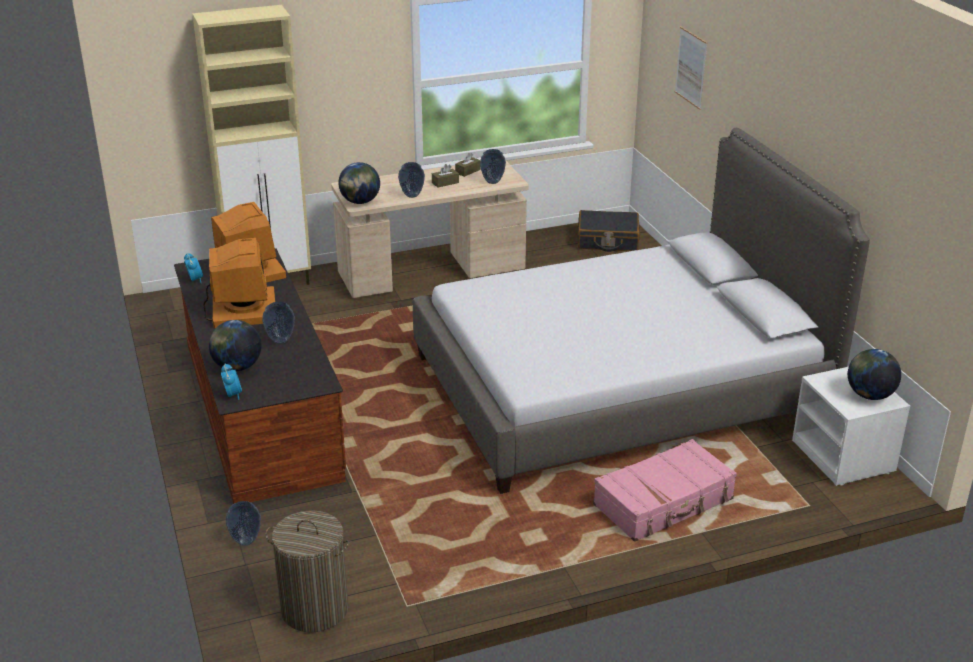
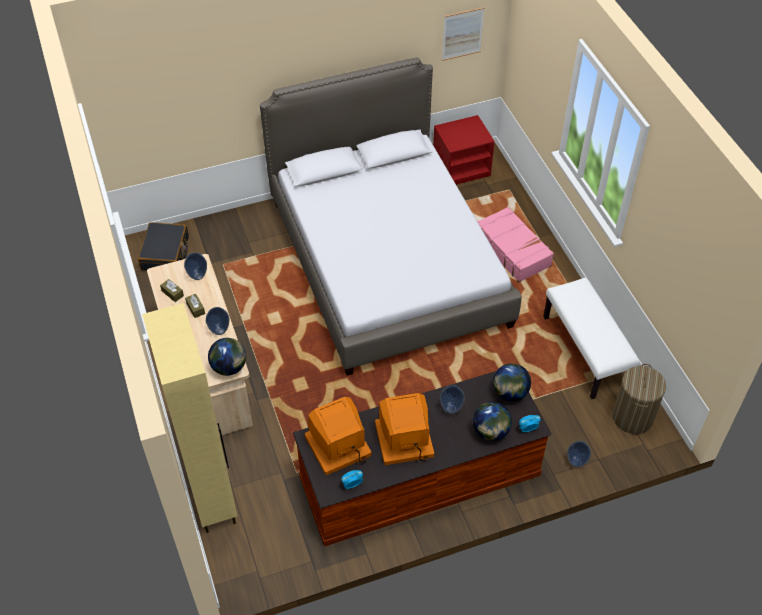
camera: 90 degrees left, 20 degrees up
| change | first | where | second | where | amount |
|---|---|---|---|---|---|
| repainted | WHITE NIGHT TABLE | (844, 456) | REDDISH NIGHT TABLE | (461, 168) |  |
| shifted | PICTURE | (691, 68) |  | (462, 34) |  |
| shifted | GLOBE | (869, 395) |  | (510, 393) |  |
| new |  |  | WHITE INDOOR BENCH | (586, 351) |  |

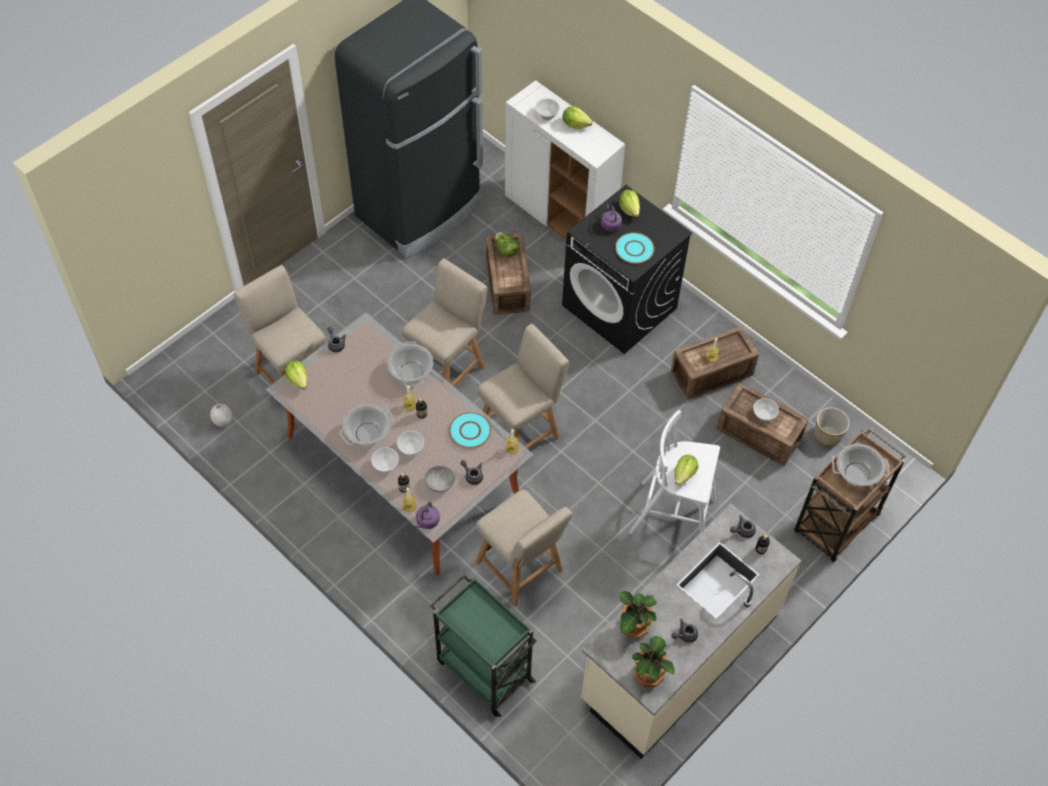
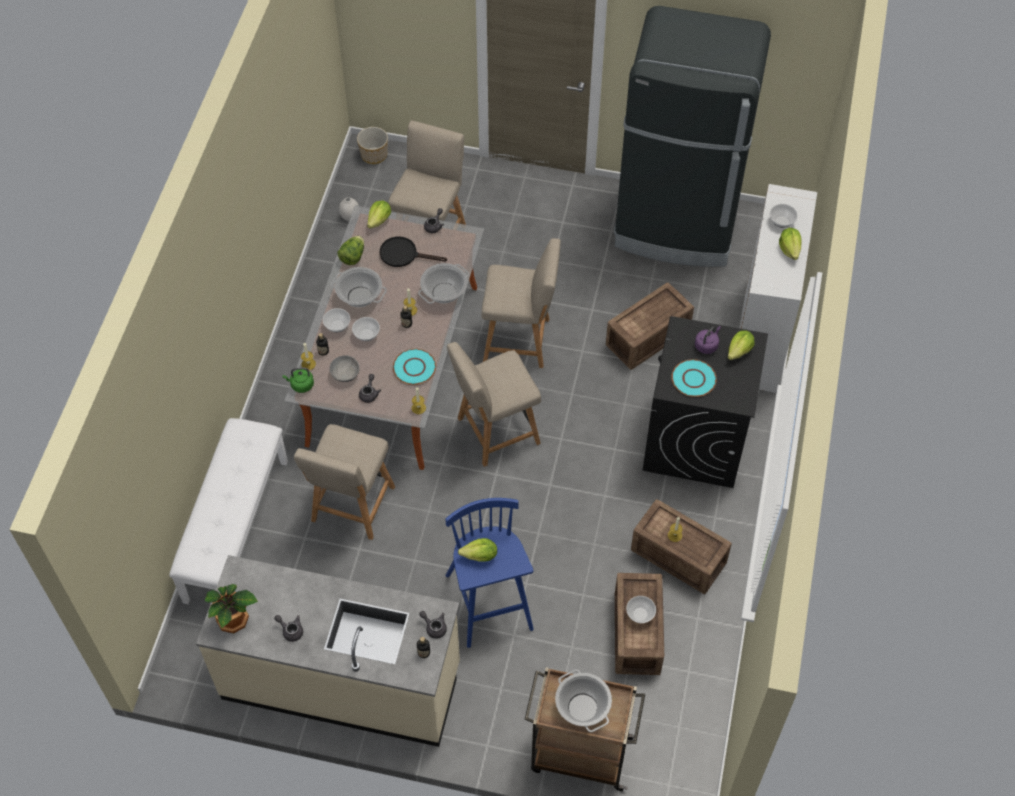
camera: 60 degrees right, 0 degrees up
| change | first | where | second | where | amount |
|---|---|---|---|---|---|
| swapped | GREEN-COLOURED WHEELED CART | (483, 669) | WHITE INDOOR BENCH | (235, 529) |  |
| repainted | PURPLISH KETTLE | (427, 521) | GREEN-COLOURED KETTLE | (301, 385) |  |
| shifted | LETTUCE | (505, 250) |  | (353, 256) |  |
| shifted | PLANT POT | (828, 434) |  | (374, 155) |  |
| new |  |  | BLACKISH FRYING PAN | (404, 254) |  |
| repainted | WHITE STOOL | (674, 517) | BLUE STOOL | (489, 604) |  |
| rotated | BEIGE CHAIR | (521, 431) |  | (494, 432) | 135 degrees clockwise |
| gone | POTTED PLANT | (633, 626) |  |  |  |

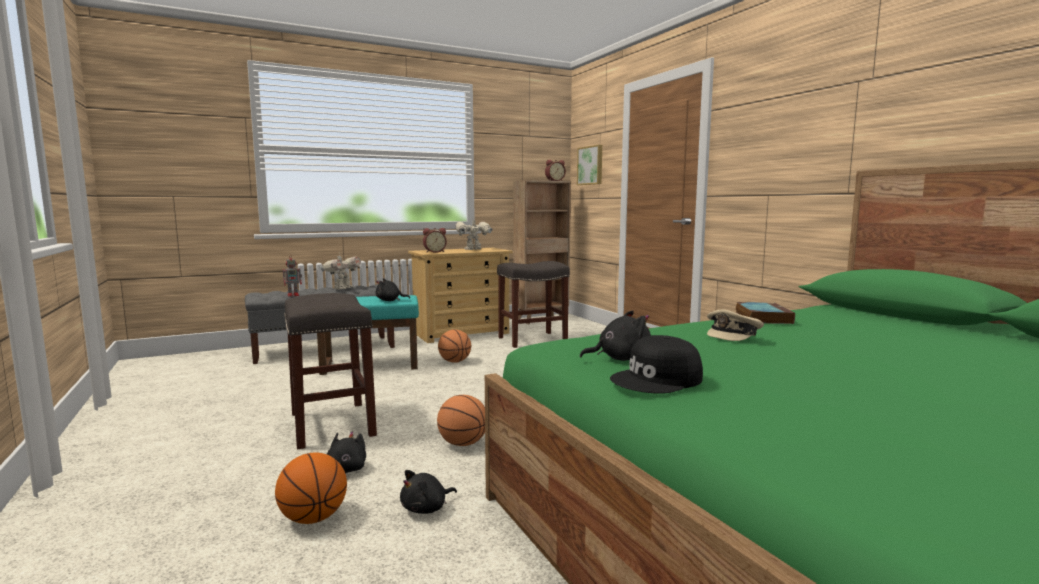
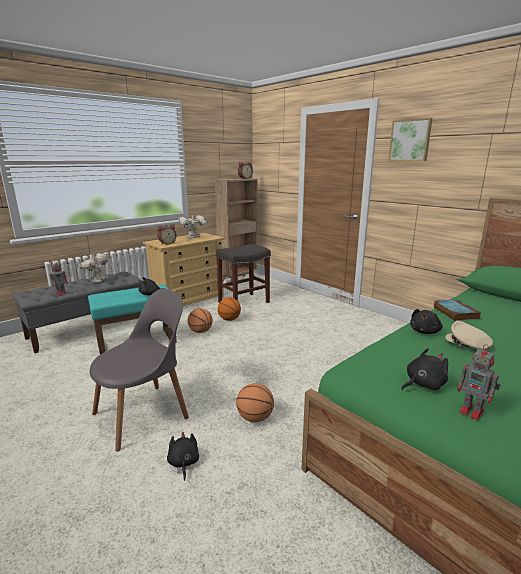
camera: 15 degrees left, 10 degrees up
| change | first | where | second | where | amount |
|---|---|---|---|---|---|
| swapped | GREY STOOL | (333, 425) | GREY CHAIR | (144, 413) |  |
| shifted | BALL FOR BASKETBALL | (313, 518) |  | (229, 319) |  |
| shifted | PICTURE | (591, 165) |  | (410, 140) |  |
| shifted | BLACKISH SOFT TOY | (426, 508) |  | (425, 331) |  |
| rotated | BEIGE CAP | (733, 334) |  | (467, 343) | 120 degrees clockwise |
| swapped | BLACKISH CAP | (657, 379) | ROBOT FIGURE | (473, 412) |  |

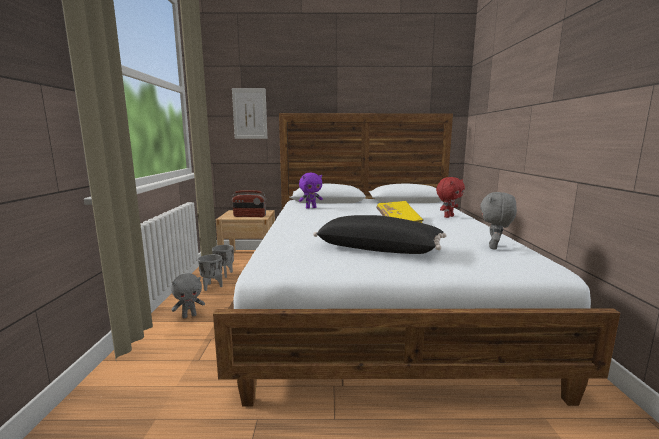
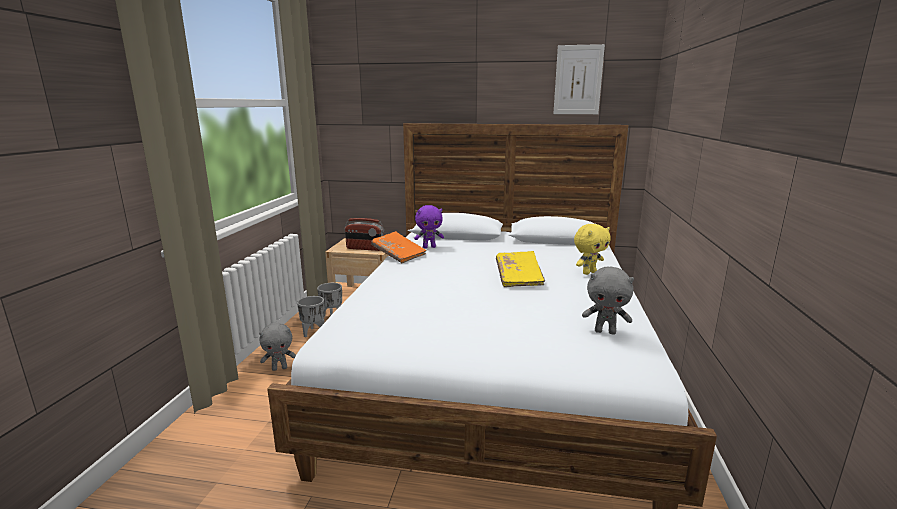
camera: 10 degrees right, 5 degrees up
| change | first | where | second | where | amount |
|---|---|---|---|---|---|
| new |  |  | ORANGE-COLOURED BOOK | (398, 255) |  |
| shifted | PICTURE | (250, 114) |  | (578, 80) |  |
| repainted | REDDISH SOFT TOY | (448, 216) | YELLOWISH SOFT TOY | (589, 272) |  |
| rotated | GREY SOFT TOY | (494, 247) |  | (605, 331) | 105 degrees counterclockwise |
| gone | BLACKISH PILLOW | (379, 249) |  |  |  |

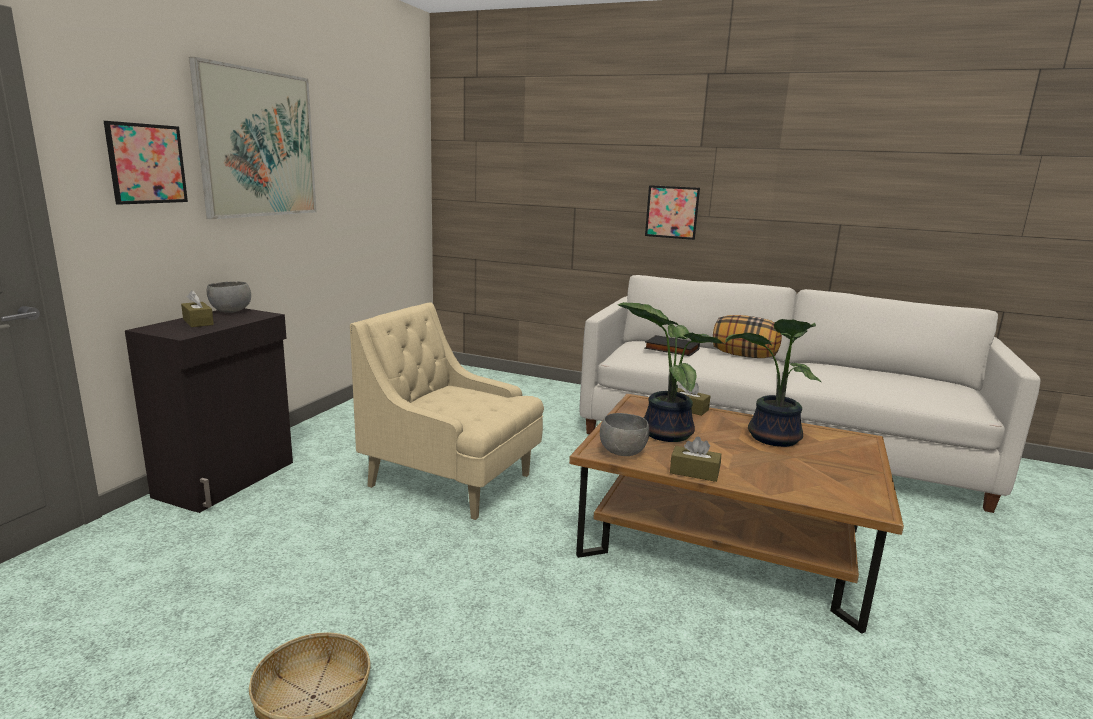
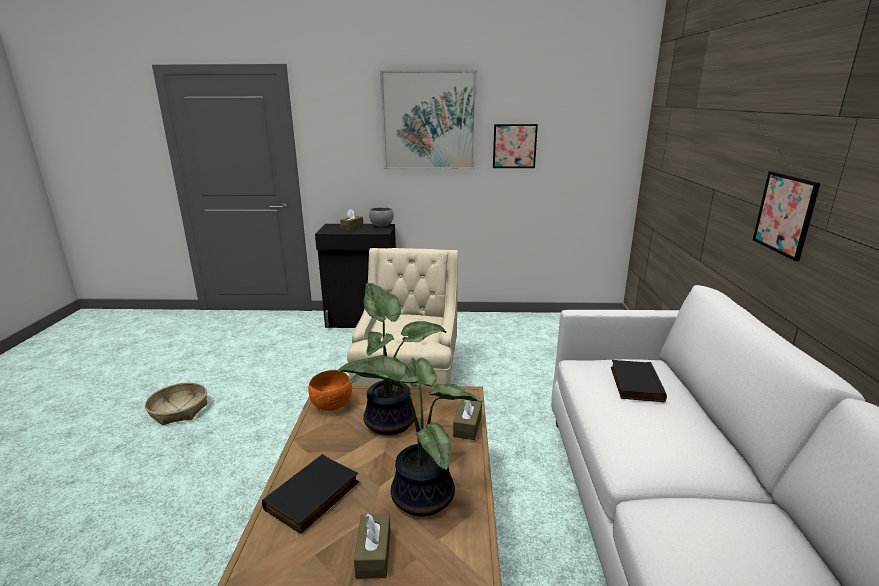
camera: 70 degrees right, 5 degrees up
| change | first | where | second | where | amount |
|---|---|---|---|---|---|
| new |  |  | BLACKISH BOOK | (313, 497) |  |
| repainted | GREY DEEP DISH | (623, 452) | ORANGE-COLOURED DEEP DISH | (333, 406) |  |
| shifted | BROWN TISSUE BOX | (694, 472) |  | (373, 554) |  |
| shifted | PICTURE | (147, 164) |  | (514, 146) |  |
| gone | PILLOW | (744, 356) |  |  |  |

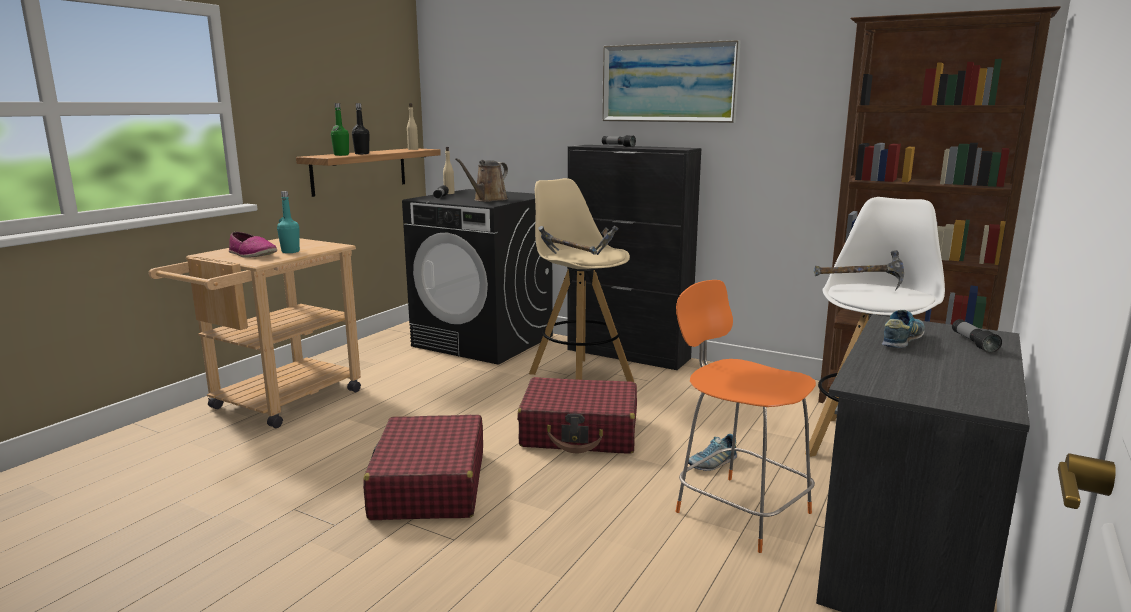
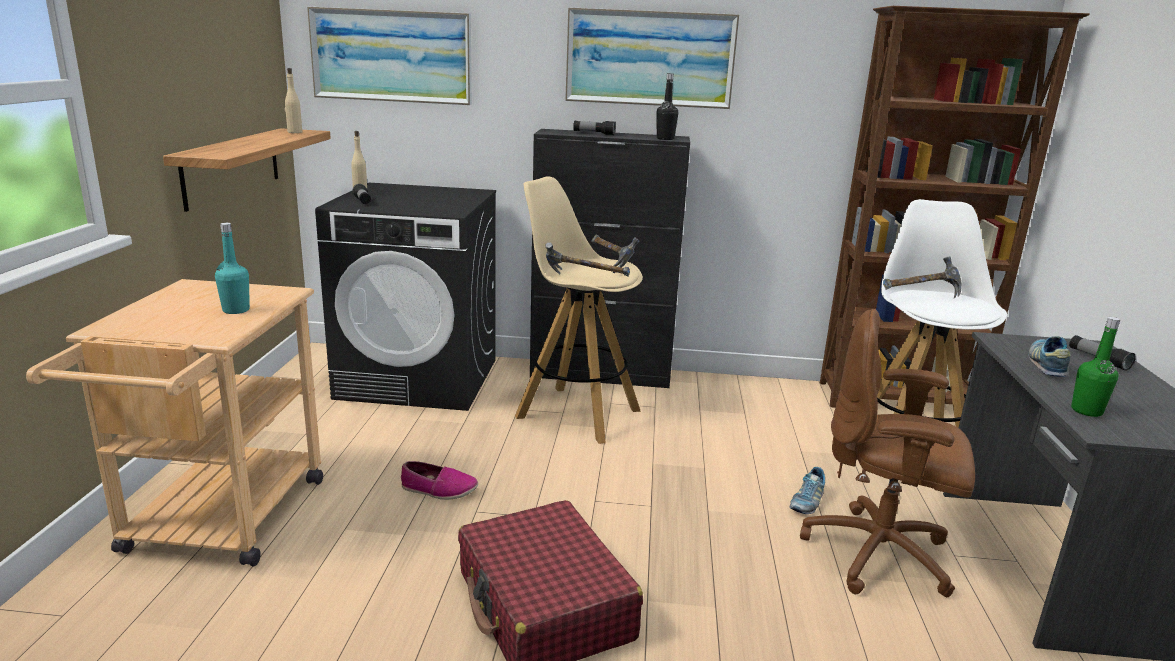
camera: 25 degrees left, 5 degrees up
| change | first | where | second | where | amount |
|---|---|---|---|---|---|
| new |  |  | PICTURE | (391, 56) |  |
| shifted | SHOE | (252, 254) |  | (439, 489) |  |
| shifted | BLACKISH BEVERAGE BOTTLE | (362, 154) |  | (665, 139) |  |
| swapped | ORANGE-COLOURED STOOL | (739, 510) | BROWN COMPUTER CHAIR | (880, 555) |  |
| shifted | GREEN-COLOURED BEVERAGE BOTTLE | (341, 155) |  | (1086, 411) |  |
| gone | BROWN SPRINKLING CAN | (488, 200) |  |  |  |
| gone | REDDISH SUITCASE | (580, 432) |  |  |  |

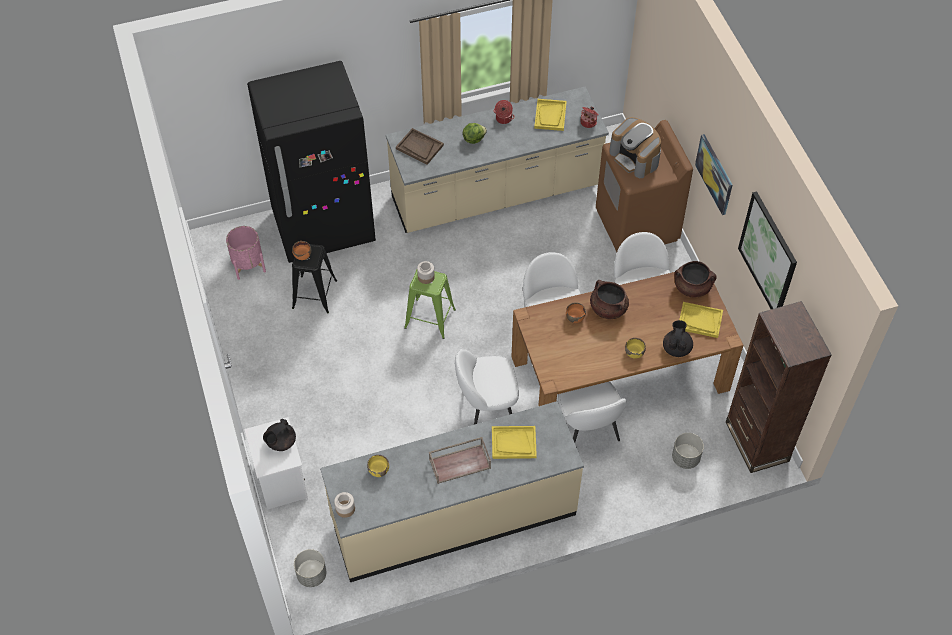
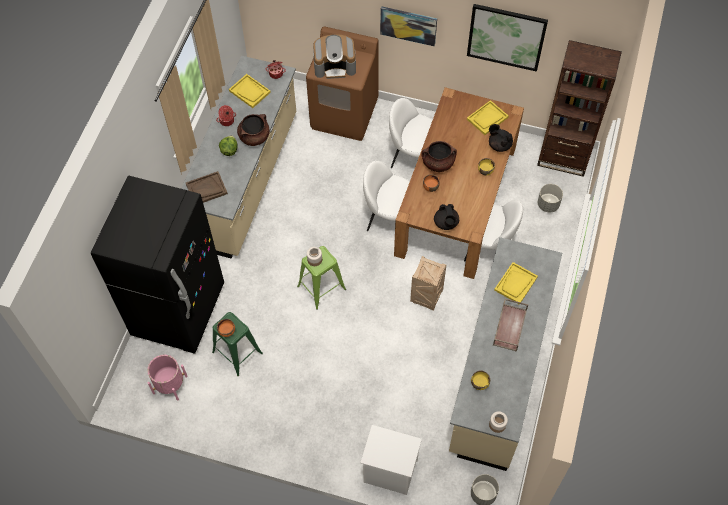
camera: 55 degrees left, 5 degrees up
| change | first | where | second | where | amount |
|---|---|---|---|---|---|
| repainted | BLACKISH STOOL | (314, 294) | GREEN-COLOURED STOOL | (237, 353) |  |
| shifted | BROWN STOCKPOT | (692, 287) |  | (254, 137) |  |
| swapped | WHITE CHAIR | (486, 409) | SHIPPING CRATE | (425, 297) |  |
| shifted | BLACKISH POT FOR TEA | (280, 442) |  | (446, 223) |  |

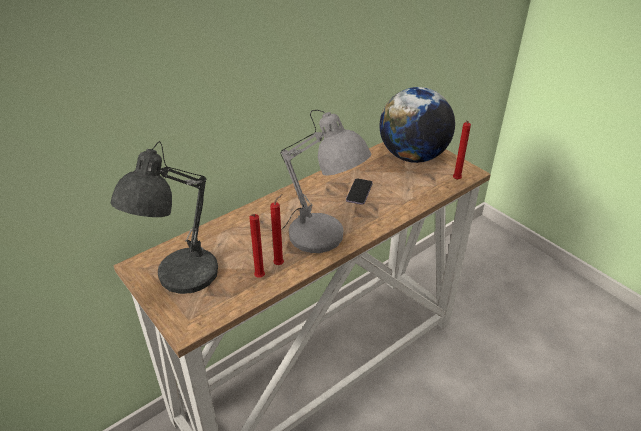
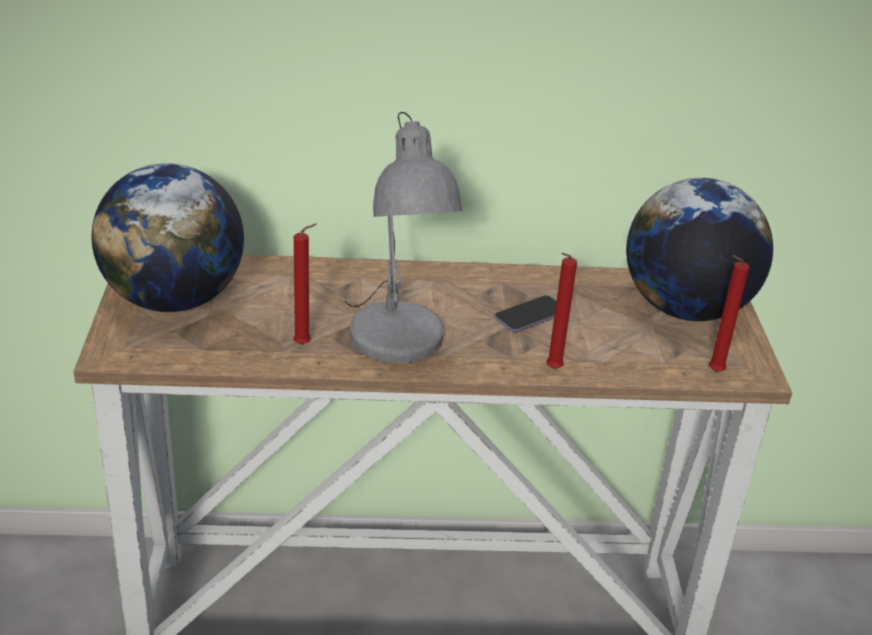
camera: 35 degrees right, 5 degrees down
| change | first | where | second | where | amount |
|---|---|---|---|---|---|
| swapped | GREY TABLETOP LAMP | (182, 277) | GLOBE | (174, 299) |  |
| shifted | REDDISH CANDLE | (259, 278) |  | (552, 369) |  |

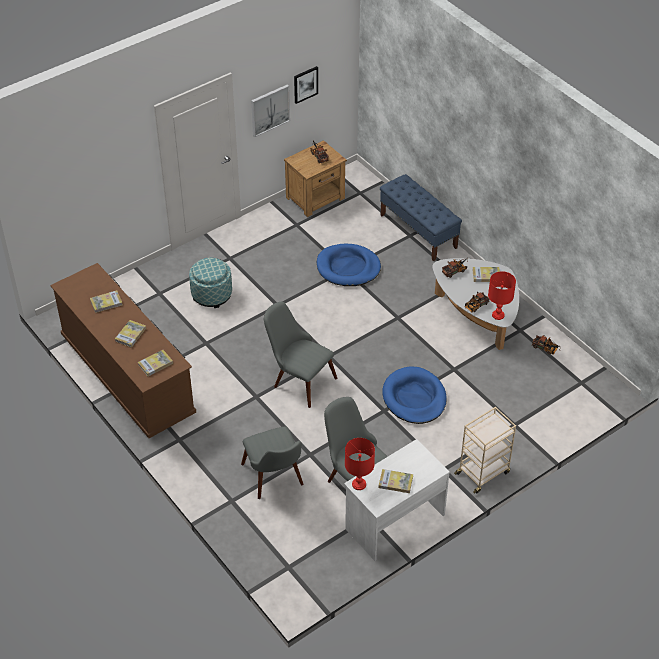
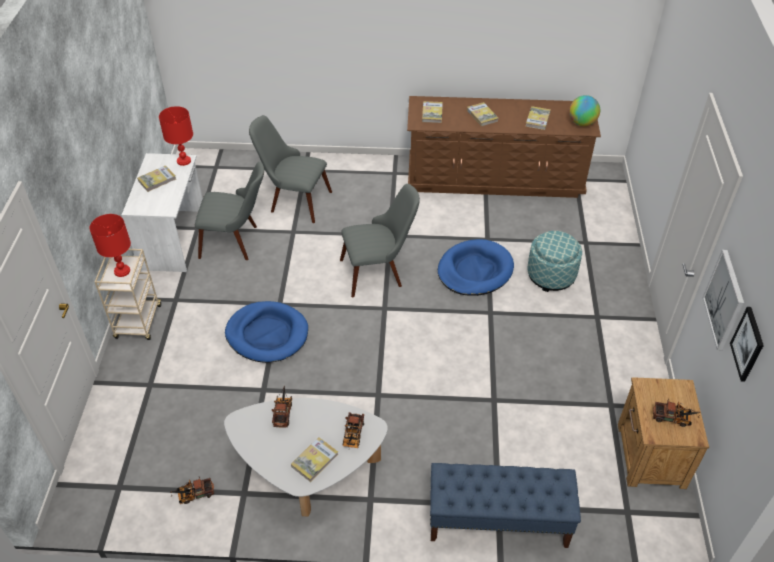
camera: 130 degrees right, 0 degrees up
| change | first | where | second | where | amount |
|---|---|---|---|---|---|
| shifted | REDDISH TABLETOP LAMP | (498, 315) |  | (121, 271) |  |
| shifted | BLUE PET BED | (348, 267) |  | (475, 270) |  |
| new |  |  | GLOBE | (582, 123) |  |

